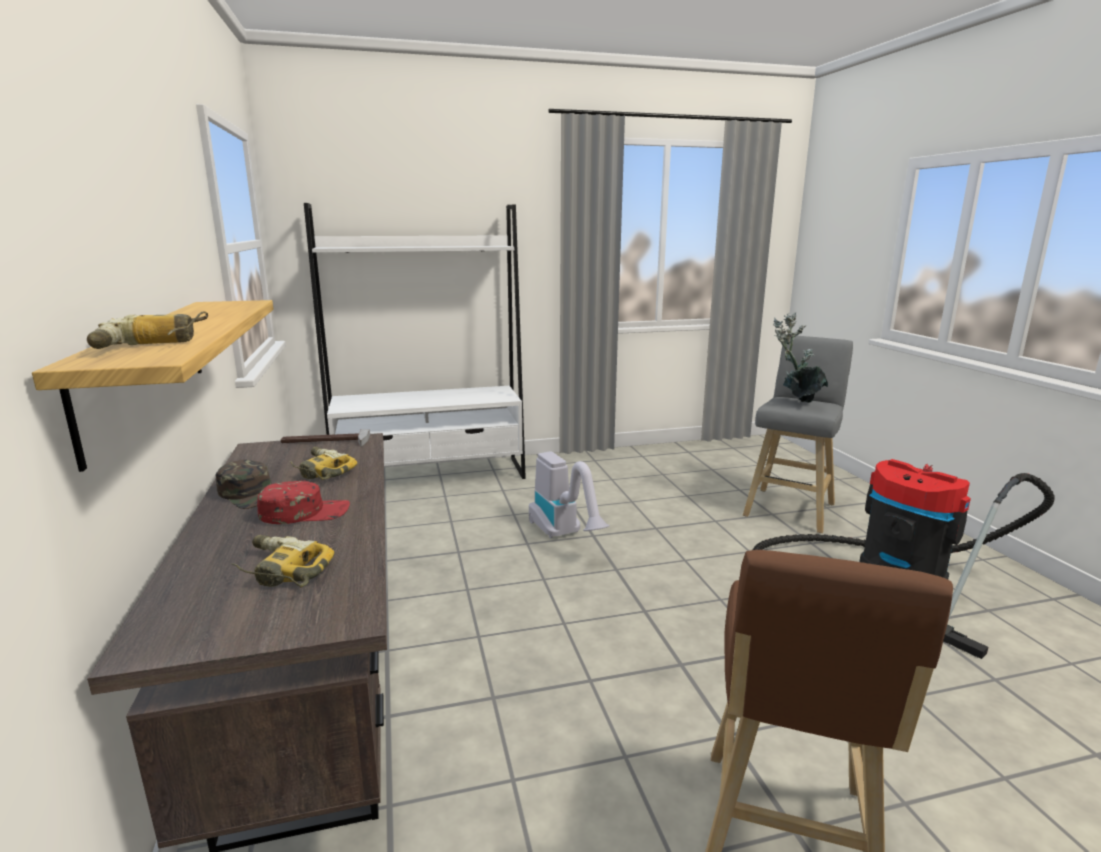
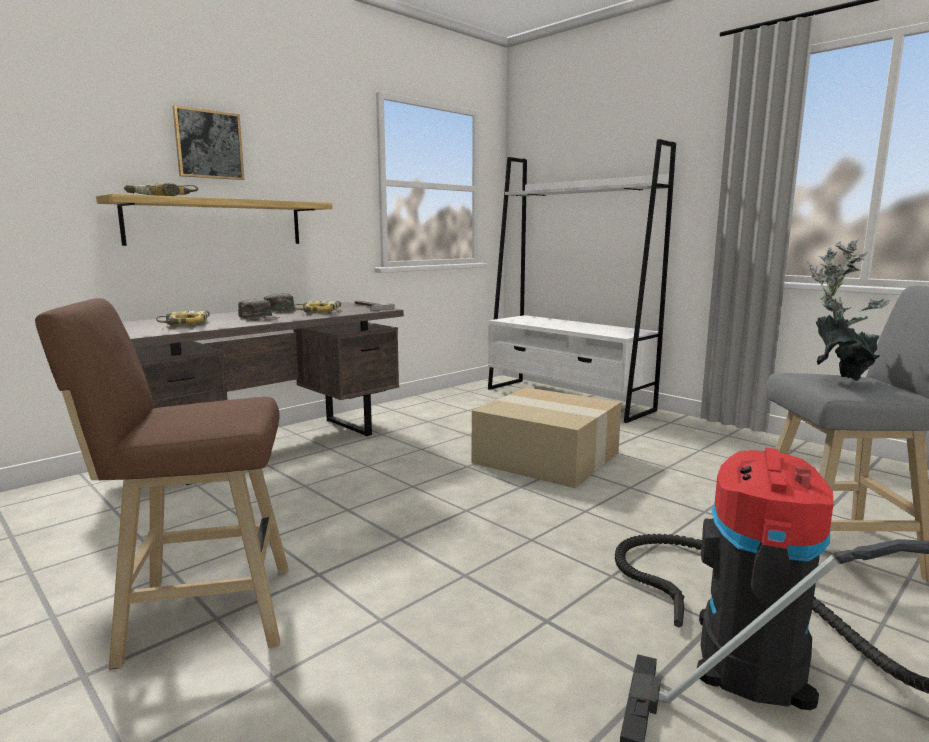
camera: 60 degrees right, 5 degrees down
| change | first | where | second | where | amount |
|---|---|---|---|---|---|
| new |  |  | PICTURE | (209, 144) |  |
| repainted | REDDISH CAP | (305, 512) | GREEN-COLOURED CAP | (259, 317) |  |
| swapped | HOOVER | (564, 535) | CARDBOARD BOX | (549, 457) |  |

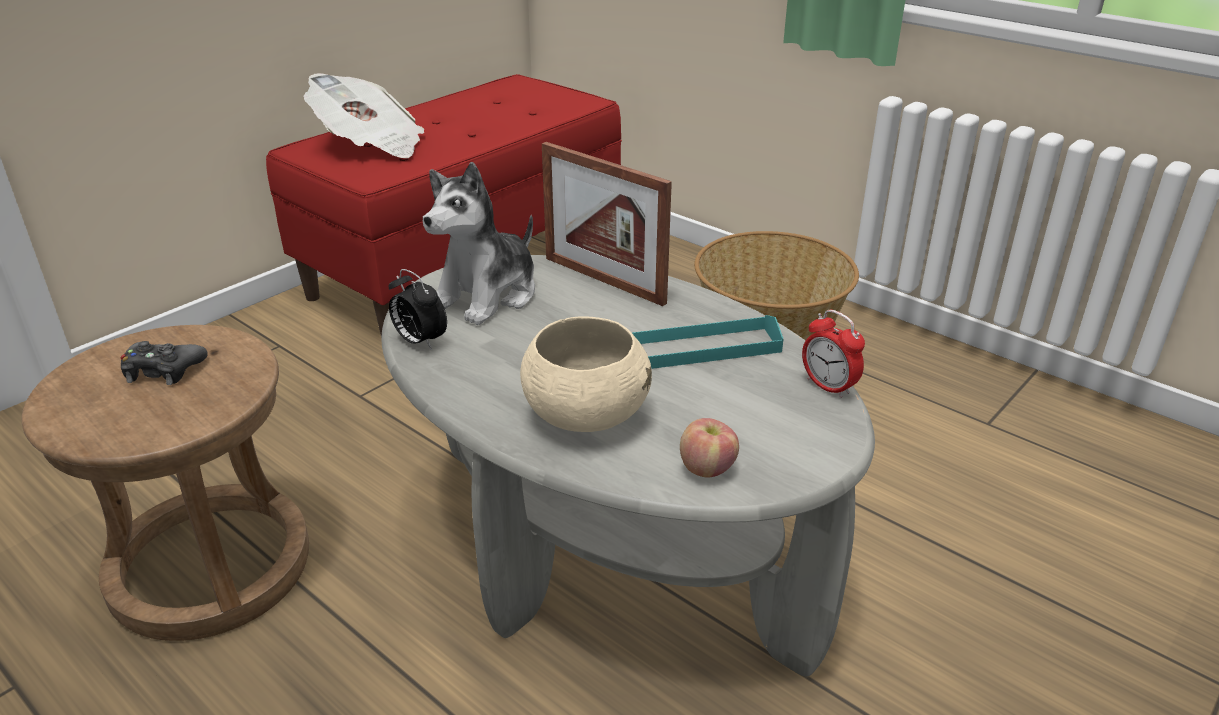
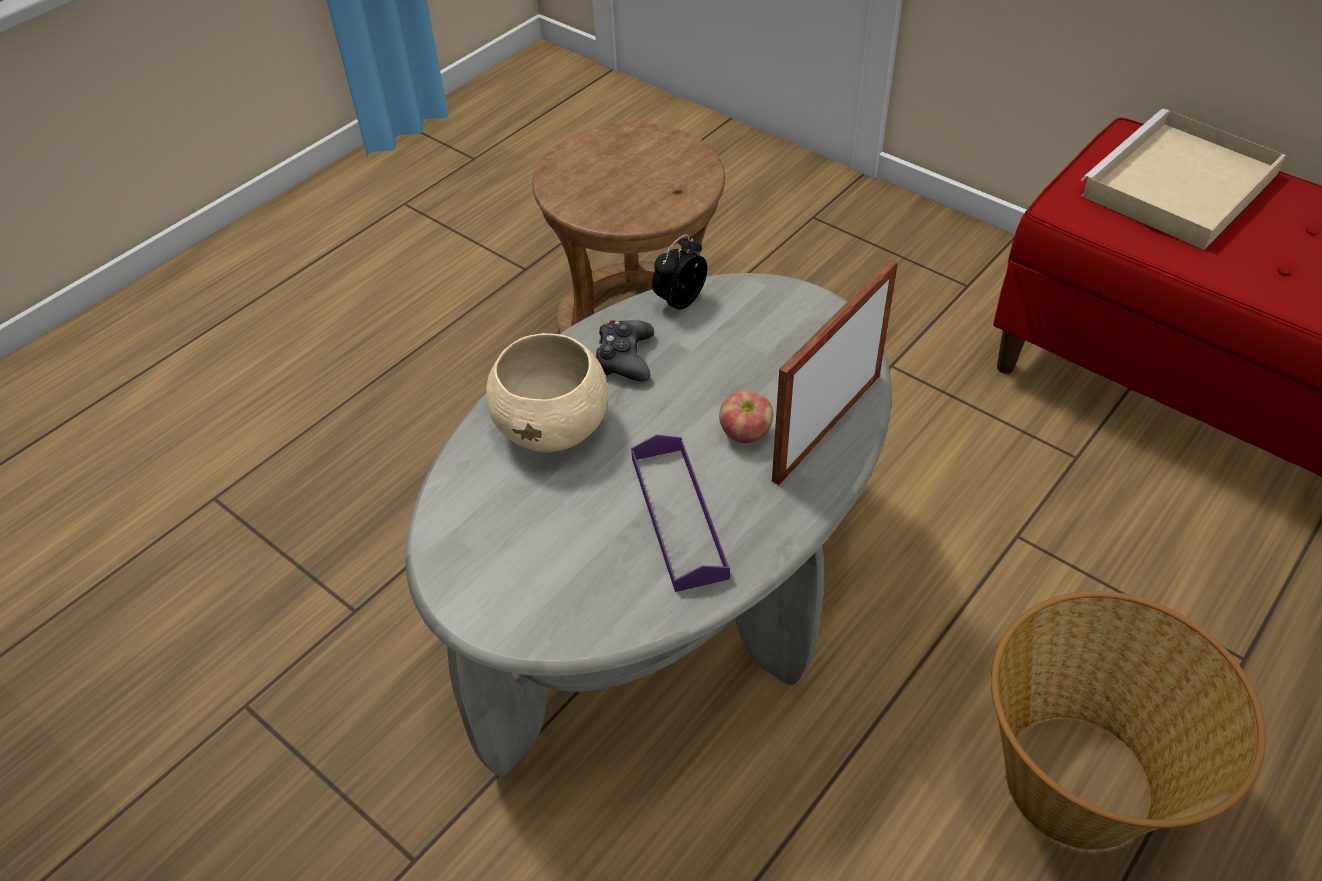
camera: 90 degrees right, 15 degrees up
| change | first | where | second | where | amount |
|---|---|---|---|---|---|
| shifted | BLACKISH GAME CONTROLLER | (163, 370) |  | (625, 358) |  |
| repainted | TURQUOISE SERVING TRAY | (702, 348) | PURPLISH SERVING TRAY | (678, 516) |  |
| shifted | APPLE | (707, 468) |  | (745, 434) |  |
| swapped | PRINTED PAPER | (371, 145) | BEIGE SERVING TRAY | (1179, 187) |  |
| gone | SOFT TOY | (488, 295) |  |  |  |
| gone | BEDSIDE CLOCK | (828, 387) |  |  |  |

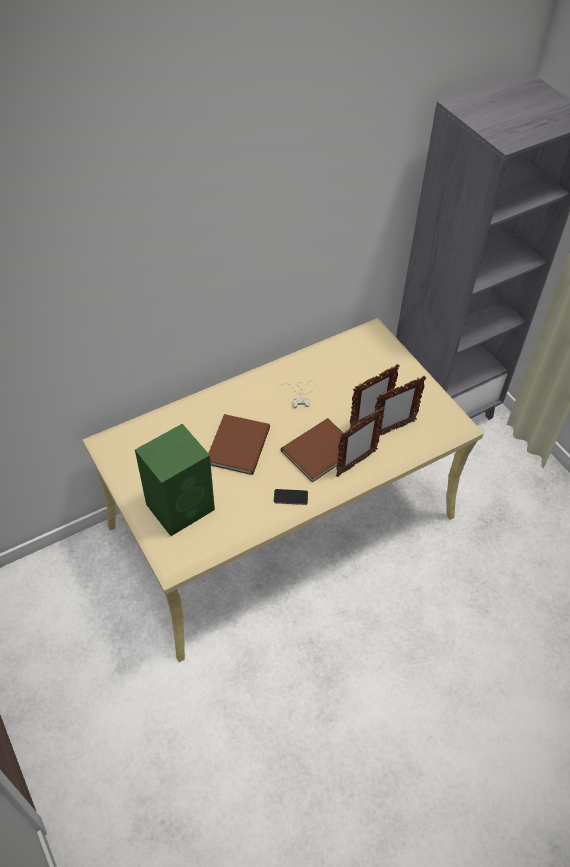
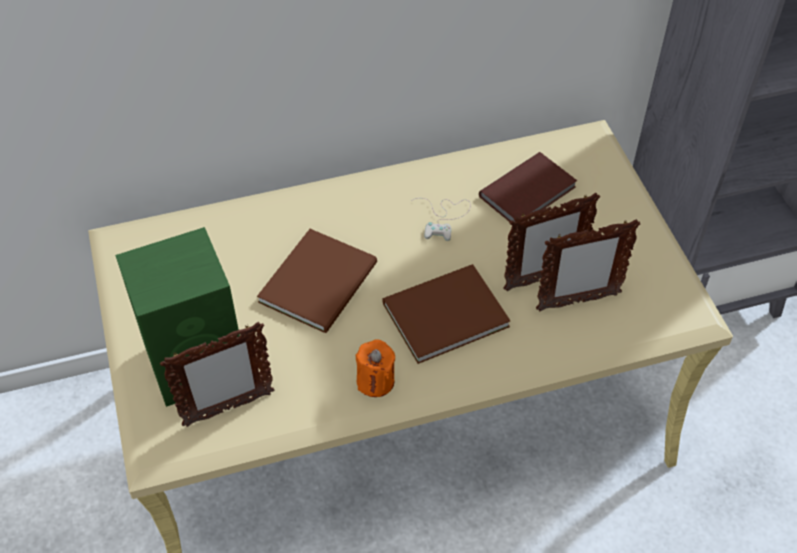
camera: 15 degrees right, 0 degrees up
| change | first | where | second | where | amount |
|---|---|---|---|---|---|
| shifted | STANDING FRAME | (356, 463) |  | (228, 409) |  |
| swapped | PHONE | (290, 497) | ORANGE-COLOURED CANDLE | (375, 381) |  |
| new |  |  | BROWN BOOK | (530, 192) |  |

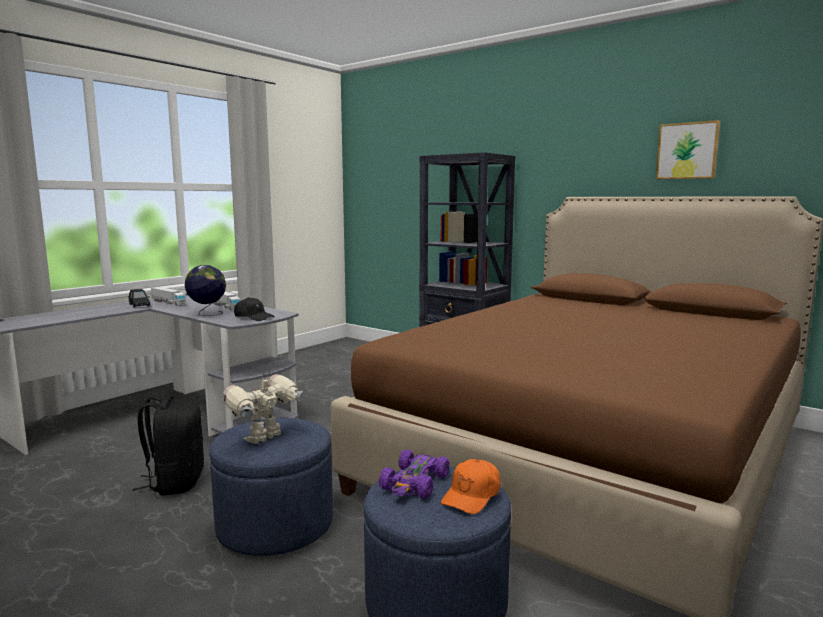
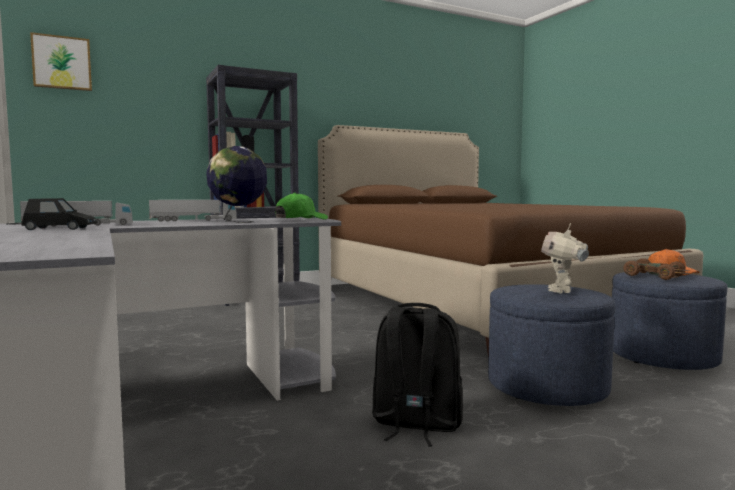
camera: 65 degrees left, 5 degrees down
| change | first | where | second | where | amount |
|---|---|---|---|---|---|
| shifted | PICTURE | (687, 151) |  | (62, 63) |  |
| repainted | BLACKISH CAP | (253, 317) | GREEN-COLOURED CAP | (301, 219) |  |
| rotated | ROBOT FIGURE | (265, 439) |  | (562, 291) | 45 degrees clockwise |
| repainted | PURPLISH MODEL CAR | (415, 483) | BROWN MODEL CAR | (655, 276) |  |

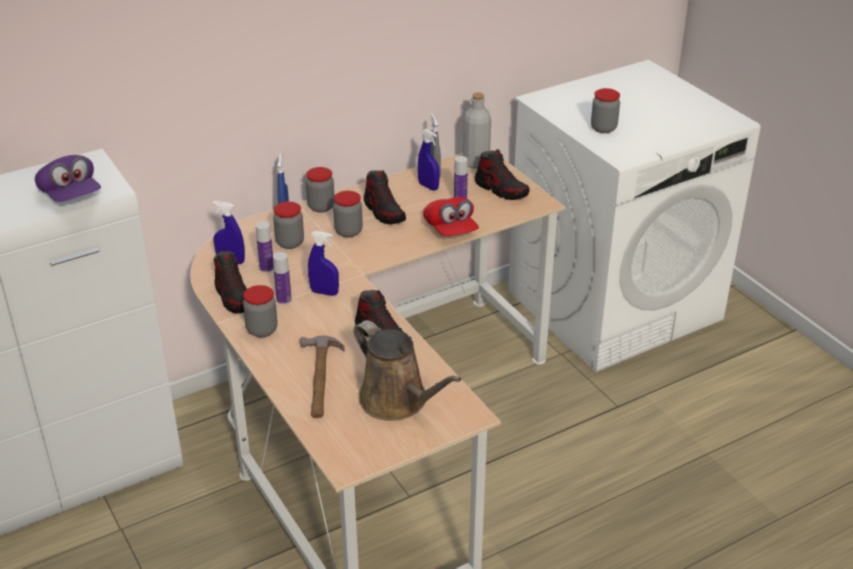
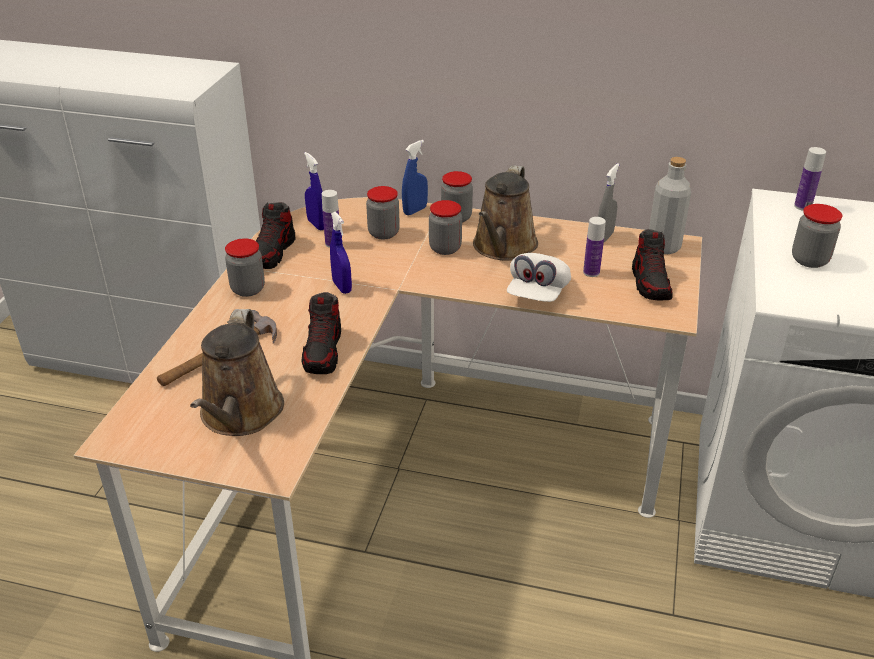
camera: 45 degrees right, 0 degrees up
| change | first | where | second | where | amount |
|---|---|---|---|---|---|
| swapped | SHOE | (384, 211) | BROWN SPRINKLING CAN | (503, 247) |  |
| repainted | REDDISH CAP | (450, 230) | WHITE CAP | (537, 294) |  |
| shifted | BEVERAGE BOTTLE | (284, 300) |  | (802, 206) |  |
| gone | PURPLISH CAP | (70, 195) |  |  |  |
| gone | BLUE SPRAYER | (428, 186) |  |  |  |

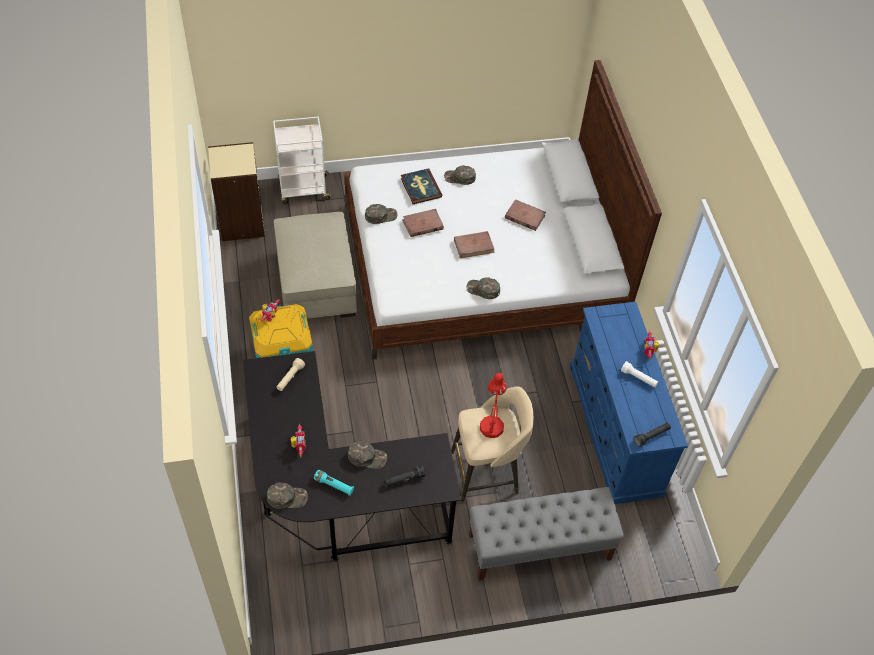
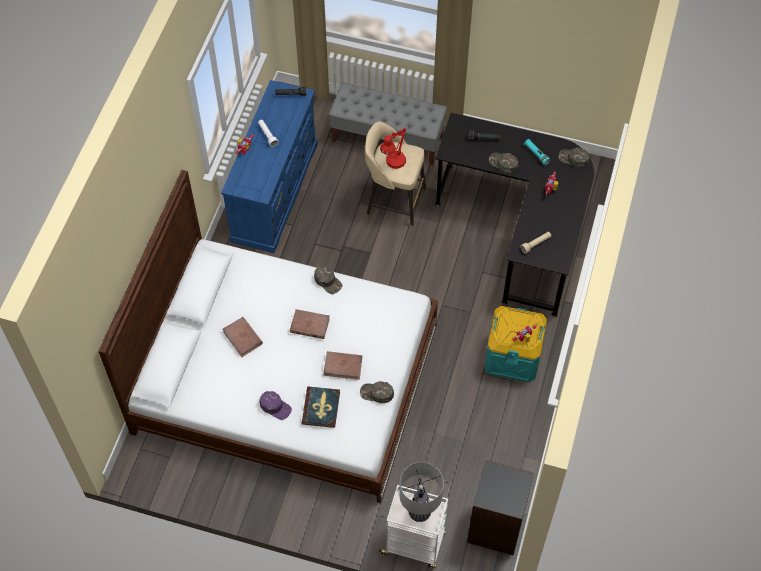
camera: 150 degrees left, 5 degrees up
| change | first | where | second | where | amount |
|---|---|---|---|---|---|
| repainted | GREEN-COLOURED CAP | (459, 178) | PURPLISH CAP | (275, 406) |  |
| new |  |  | TABLETOP LAMP | (419, 512) |  |
| repainted | BEIGE SHELVING UNIT | (241, 222) | BLACKISH SHELVING UNIT | (496, 527) |  |
| gone | BEIGE POUFFE | (316, 284) |  |  |  |

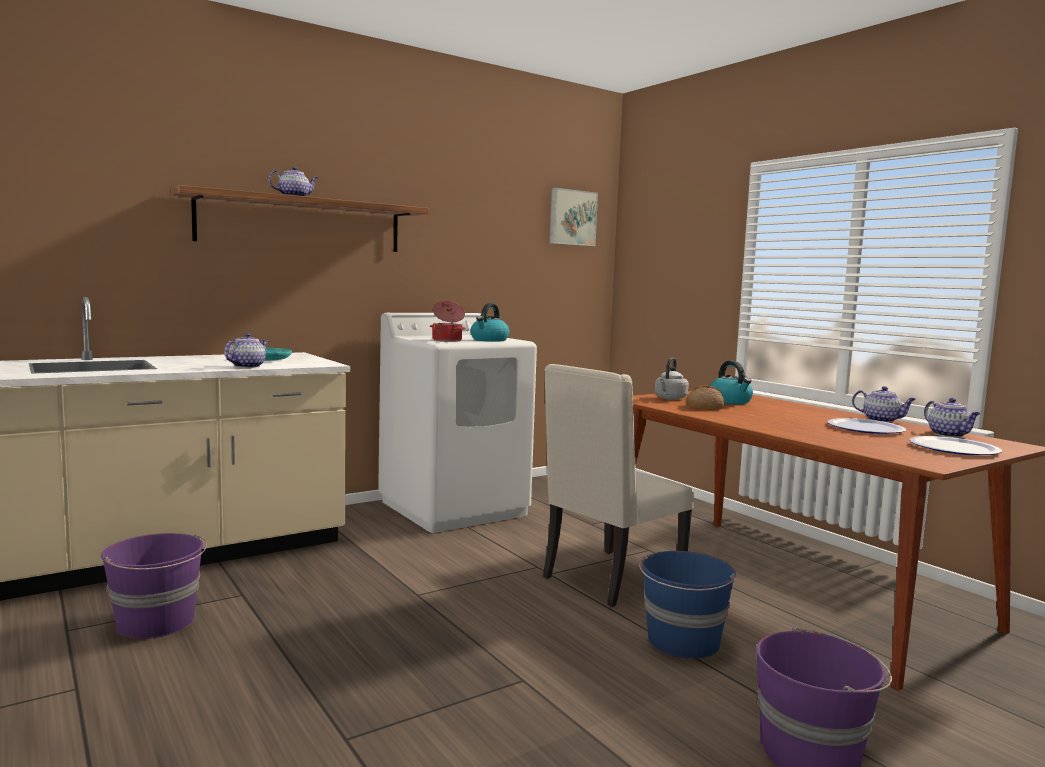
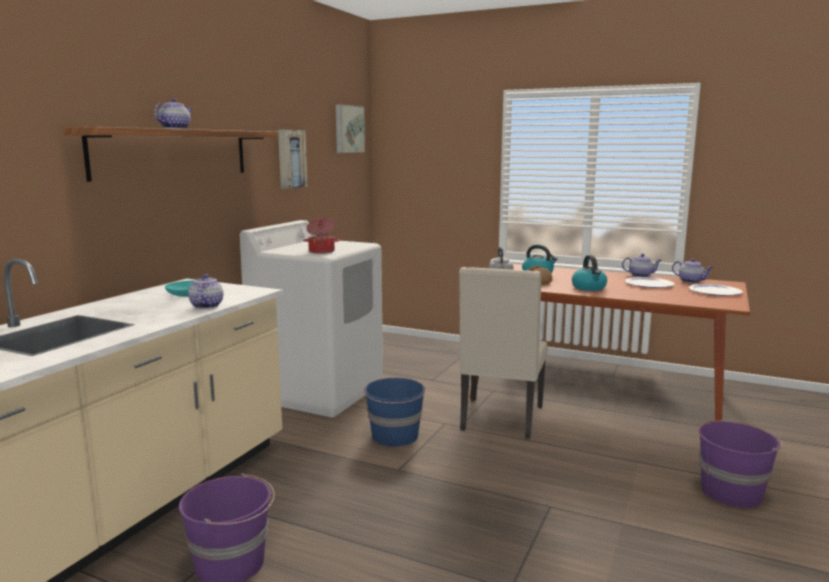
camera: 30 degrees left, 5 degrees up
| change | first | where | second | where | amount |
|---|---|---|---|---|---|
| new |  |  | PICTURE | (291, 159) |  |
| shifted | BLUE PAIL | (683, 642) |  | (395, 436) |  |
| shifted | KETTLE | (489, 340) |  | (589, 288) |  |

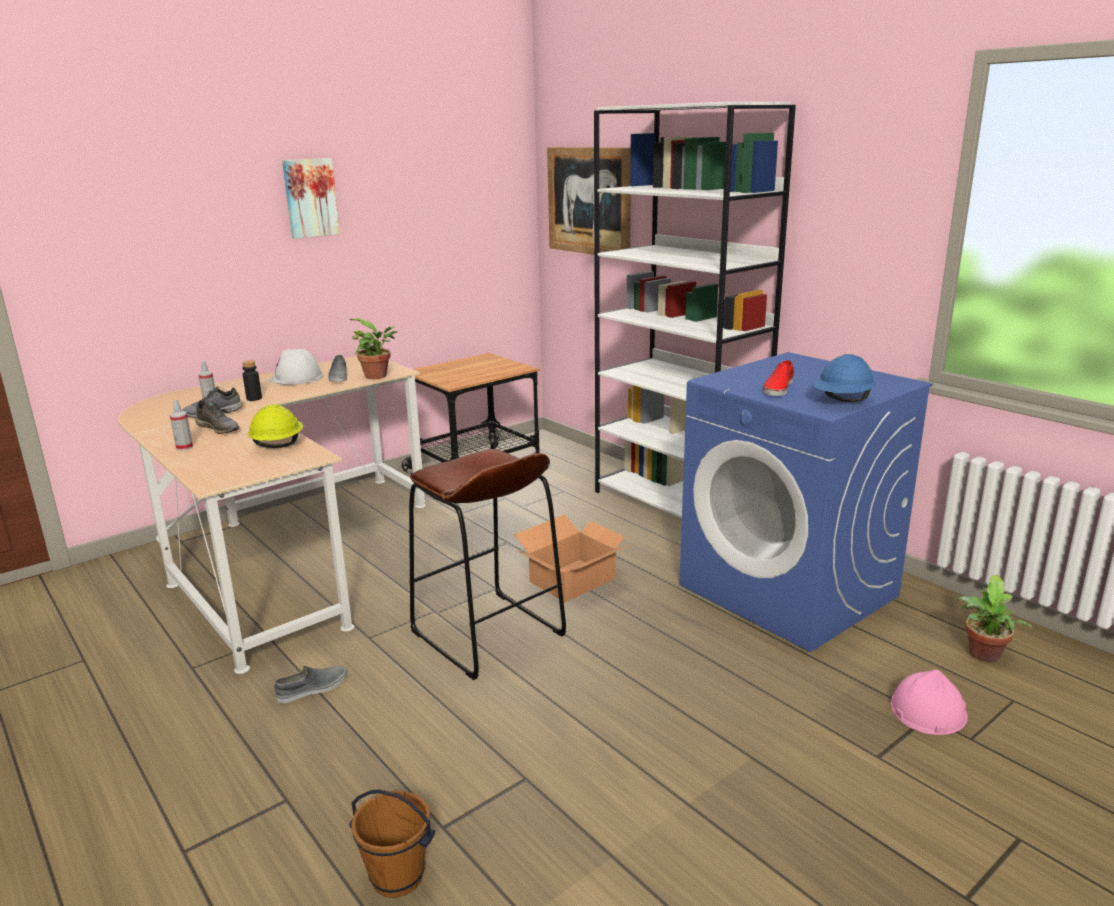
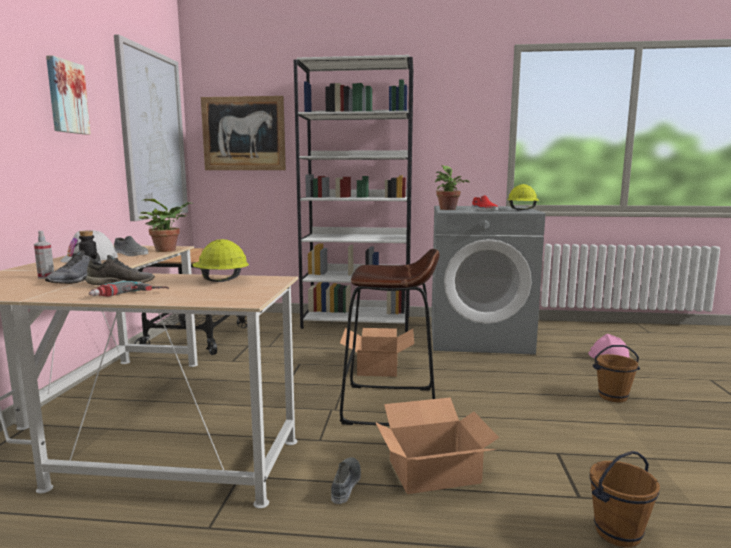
camera: 45 degrees left, 10 degrees down
| change | first | where | second | where | amount |
|---|---|---|---|---|---|
| swapped | SPRAYER | (184, 448) | DRILL | (129, 295) |  |
| new |  |  | PICTURE | (153, 135) |  |
| new |  |  | CARDBOARD BOX | (432, 471) |  |
| repainted | BLUE WASHING MACHINE | (789, 591) | GREY WASHING MACHINE | (479, 338) |  |
| shifted | POTTED PLANT | (983, 656) |  | (448, 209) |  |
| repainted | BLUE WORK HELMET | (842, 401) | YELLOWISH WORK HELMET | (522, 210) |  |
| new |  |  | BROWN PAIL | (612, 396) |  |

